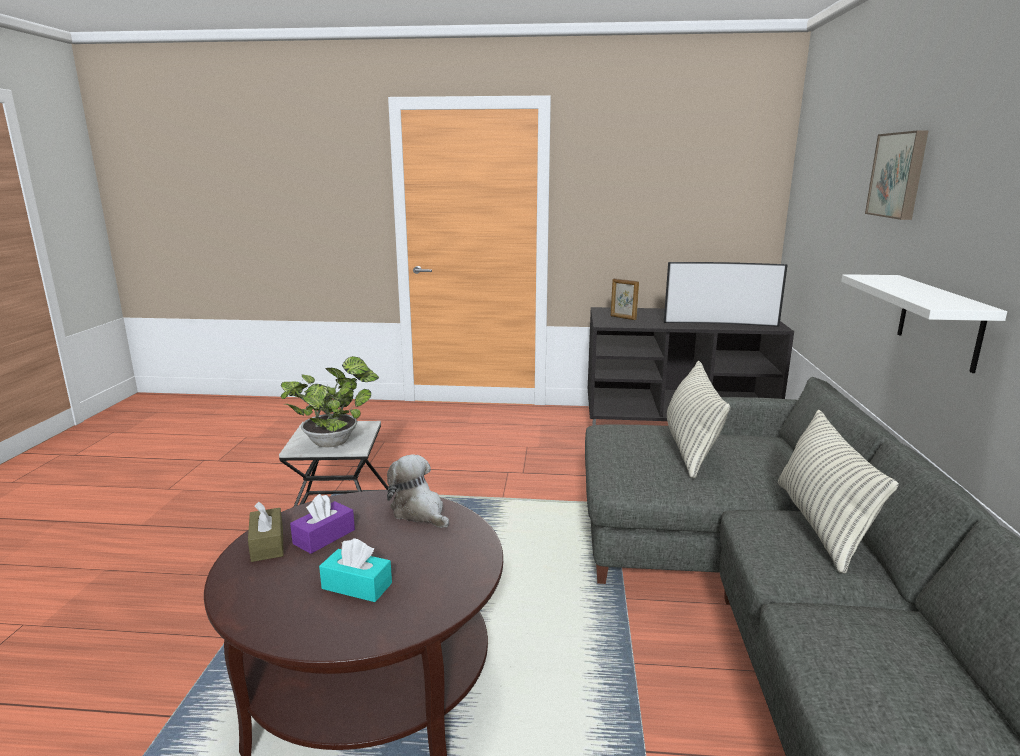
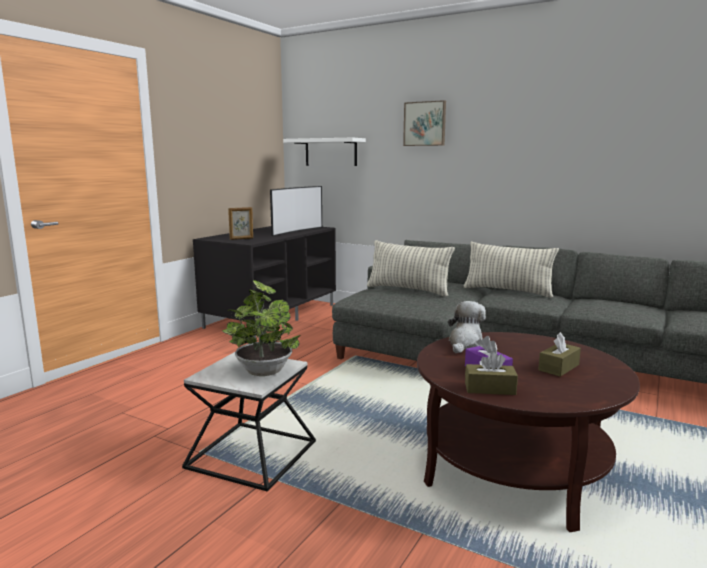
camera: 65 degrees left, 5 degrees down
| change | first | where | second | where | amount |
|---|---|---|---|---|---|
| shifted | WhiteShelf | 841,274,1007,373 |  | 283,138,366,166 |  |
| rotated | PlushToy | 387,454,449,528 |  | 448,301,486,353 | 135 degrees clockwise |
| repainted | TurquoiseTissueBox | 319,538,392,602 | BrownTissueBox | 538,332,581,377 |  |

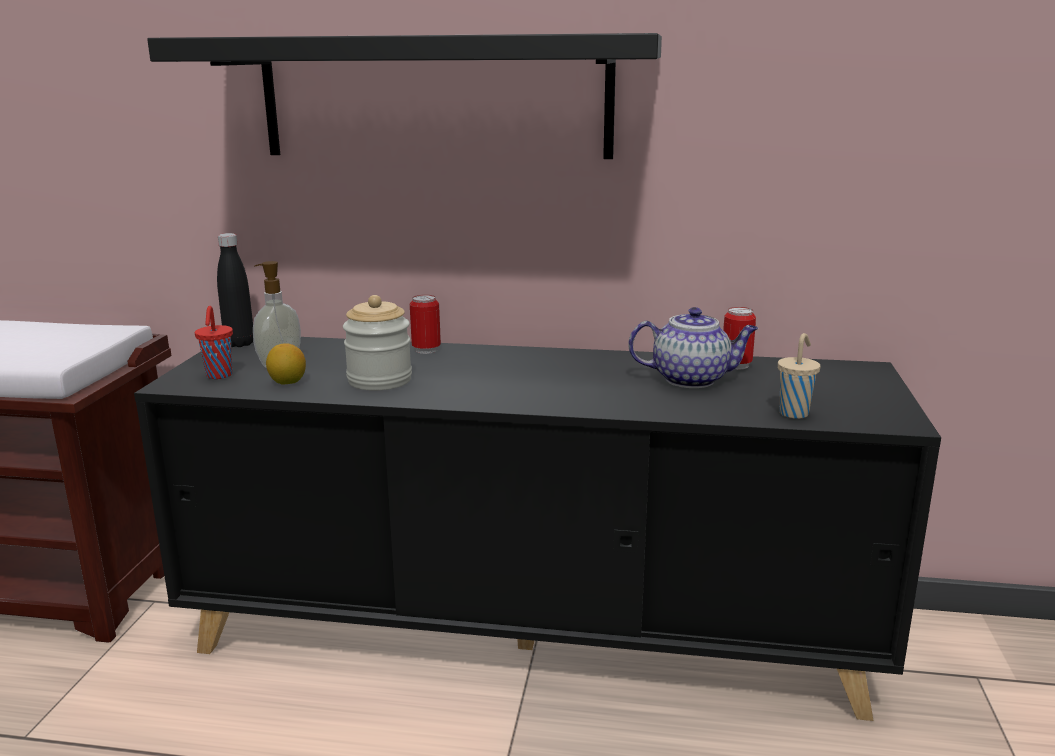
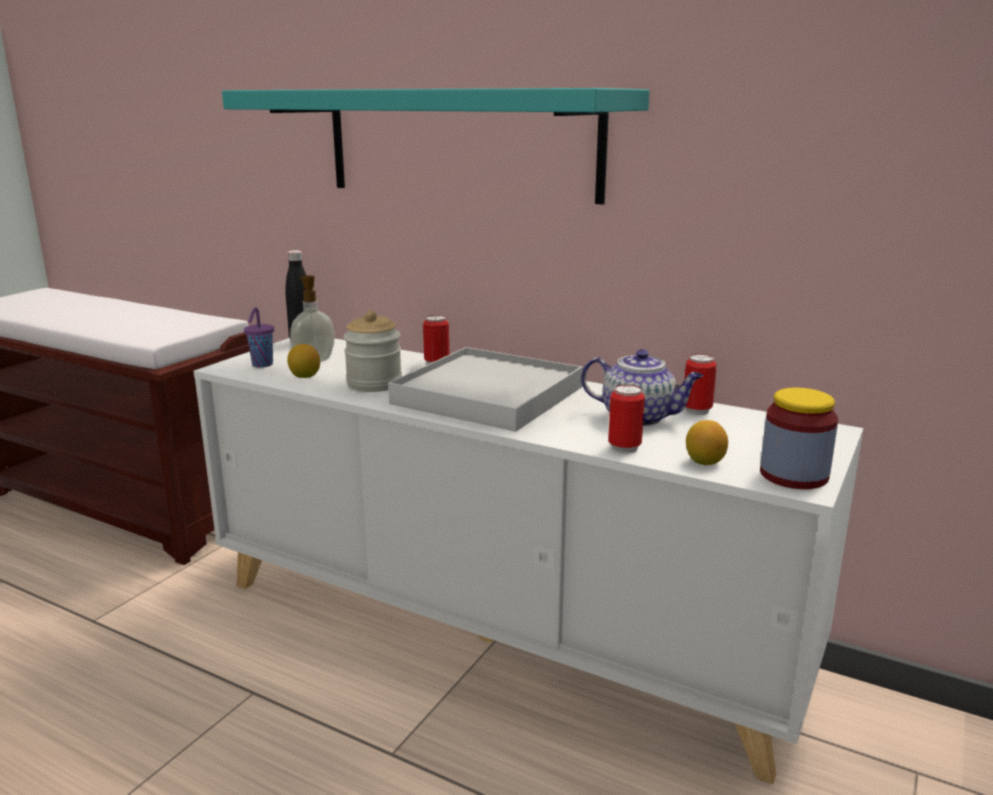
camera: 20 degrees right, 0 degrees up
| change | first | where | second | where | amount |
|---|---|---|---|---|---|
| repainted | BlackShelf | 147,33,662,159 | TurquoiseShelf | 222,88,649,204 |  |
| repainted | RedCup | 195,306,233,379 | PurpleCup | 244,307,274,368 |  |
| swapped | BeigeCup | 778,333,820,419 | Lemon | 686,420,728,465 |  |
| repainted | BlackCabinet | 134,337,941,721 | WhiteCabinet | 193,338,863,785 |  |
| new |  |  | WhiteTray | 388,347,583,432 |  |
| new |  |  | Can | 608,385,645,453 |  |
| new |  |  | Jar | 760,388,838,489 |  |

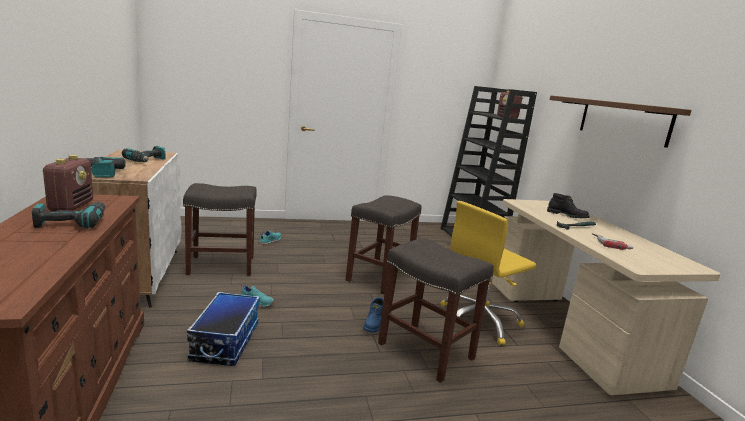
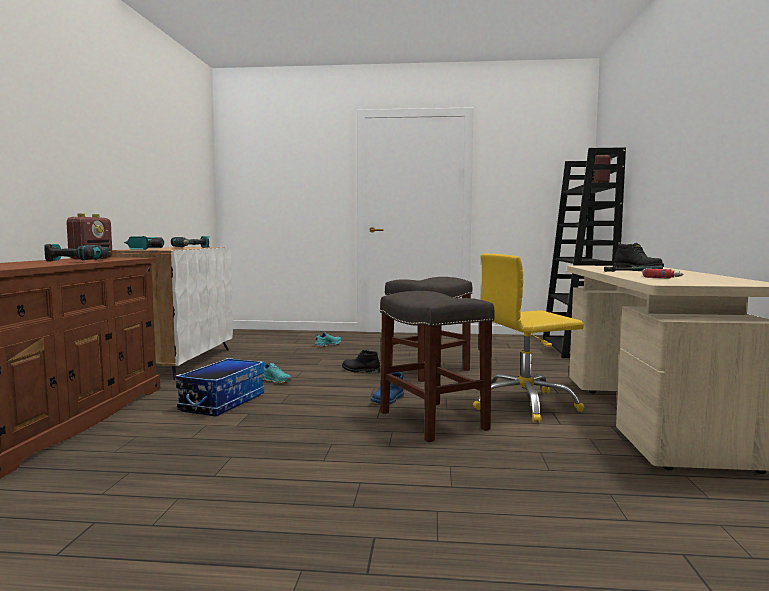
camera: 20 degrees right, 10 degrees down
| change | first | where | second | where | amount |
|---|---|---|---|---|---|
| gone | BrownShelf | 550,96,692,148 |  |  |  |
| gone | GreyStool | 183,183,257,276 |  |  |  |
| new |  |  | BlackBoot | 342,350,380,373 |  |

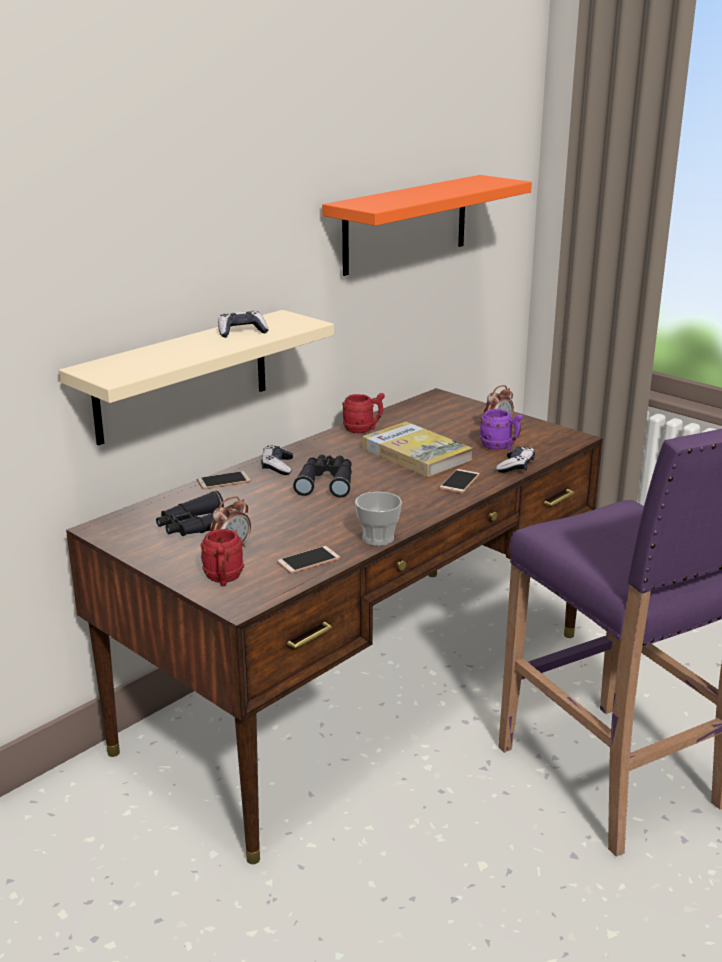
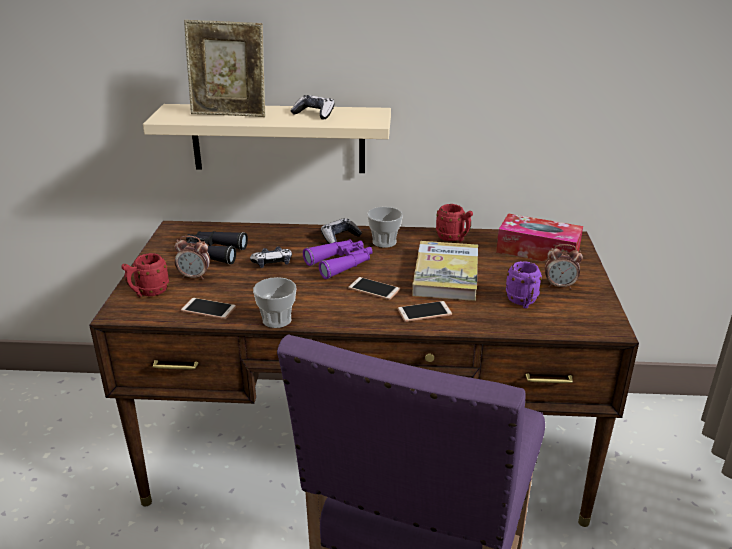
camera: 50 degrees right, 5 degrees up
| change | first | where | second | where | amount |
|---|---|---|---|---|---|
| gone | OrangeShelf | 322,175,532,276 |  |  |  |
| shifted | GameController | 496,446,535,473 |  | 250,247,292,268 |  |
| repainted | BlackBinoculars | 293,455,352,498 | PurpleBinoculars | 303,239,373,279 |  |
| shifted | Phone | 197,471,251,489 |  | 348,277,400,300 |  |
| new |  |  | PictureFrame | 184,20,265,117 |  |
| new |  |  | Cup | 367,207,403,248 |  |
| new |  |  | TissueBox | 496,214,583,262 |  |

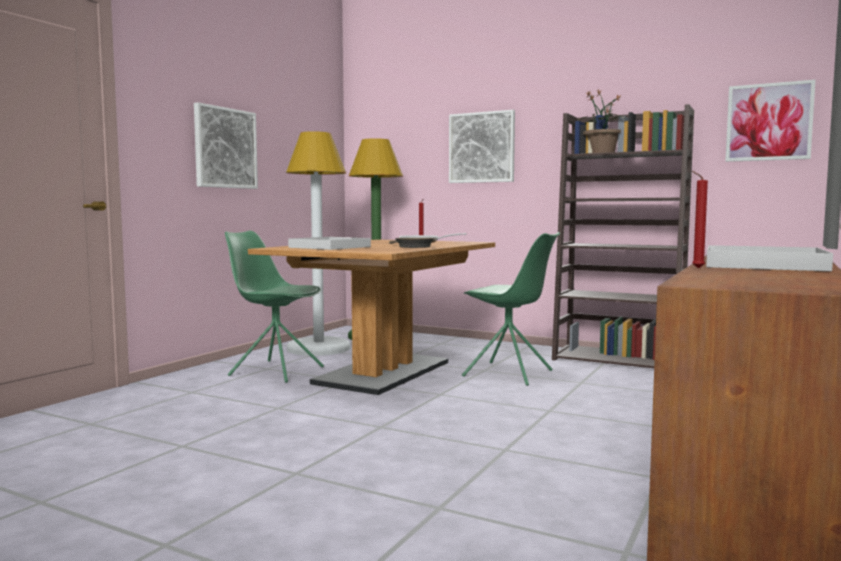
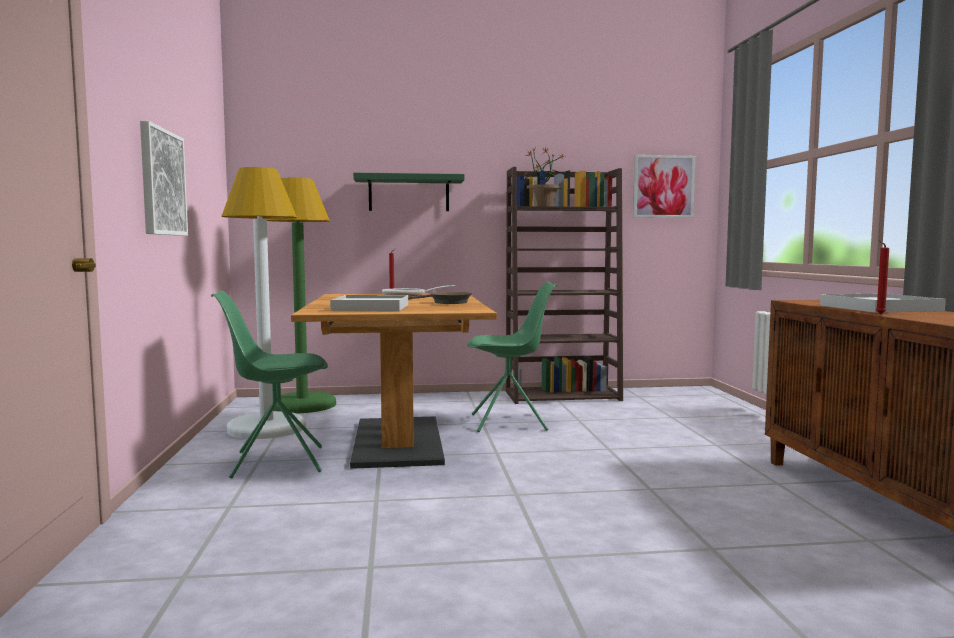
camera: 35 degrees left, 0 degrees up
| change | first | where | second | where | amount |
|---|---|---|---|---|---|
| swapped | Picture | 449,110,515,183 | GreenShelf | 353,173,464,211 |  |

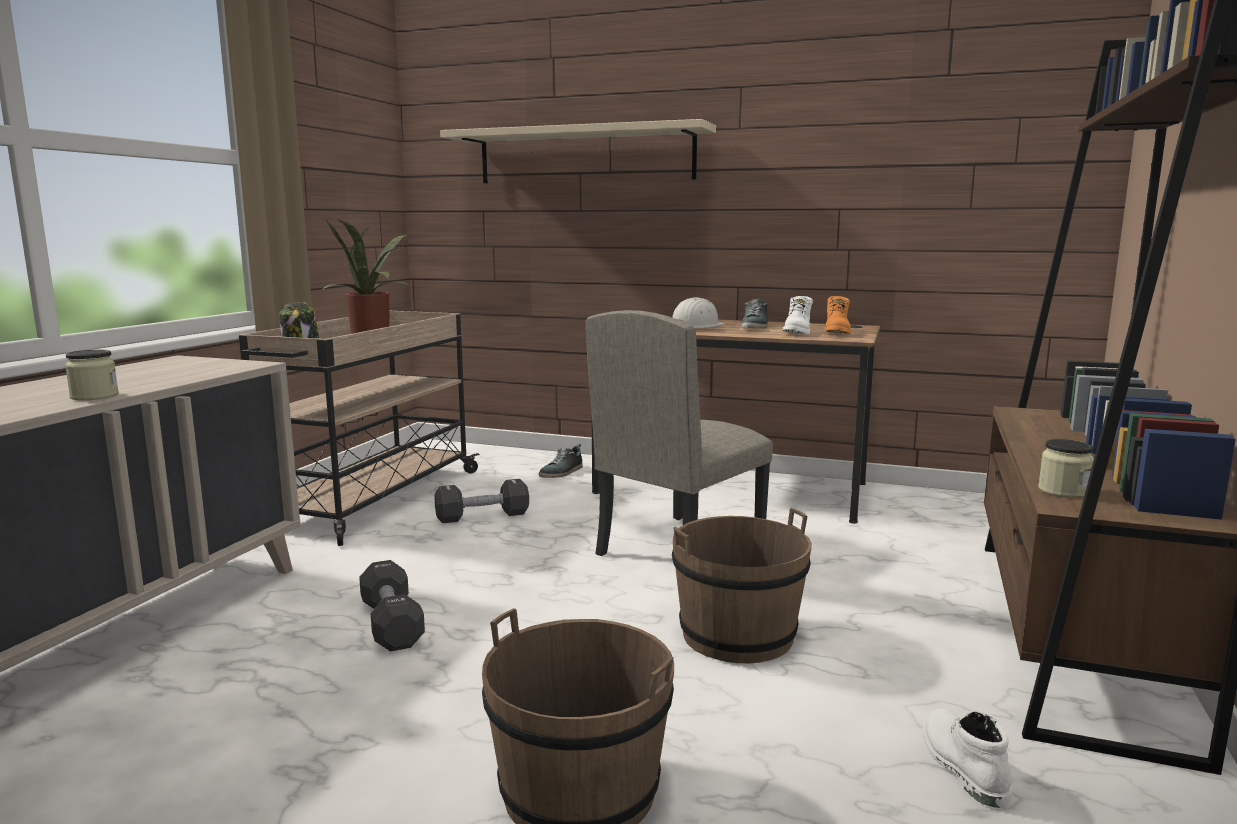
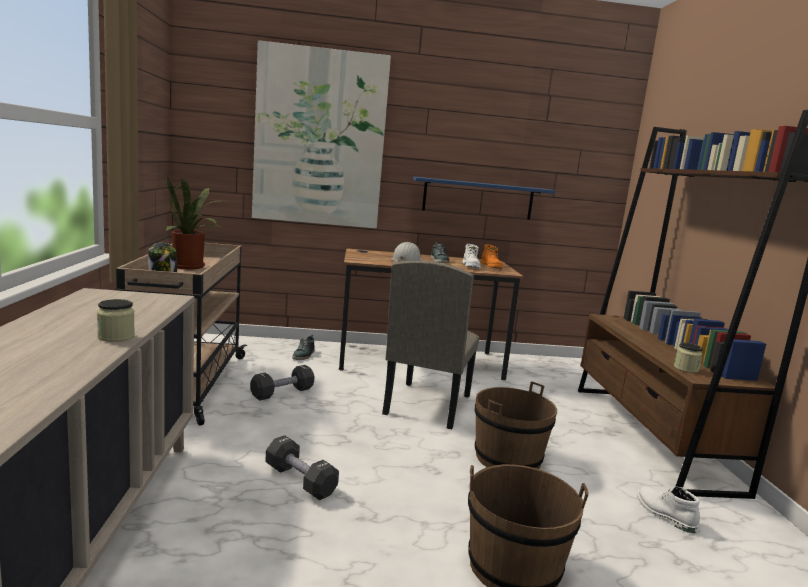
camera: 25 degrees left, 0 degrees up
| change | first | where | second | where | amount |
|---|---|---|---|---|---|
| swapped | BeigeShelf | 440,119,716,183 | Picture | 252,40,391,228 |  |
| new |  |  | BlueShelf | 413,177,555,220 |  |

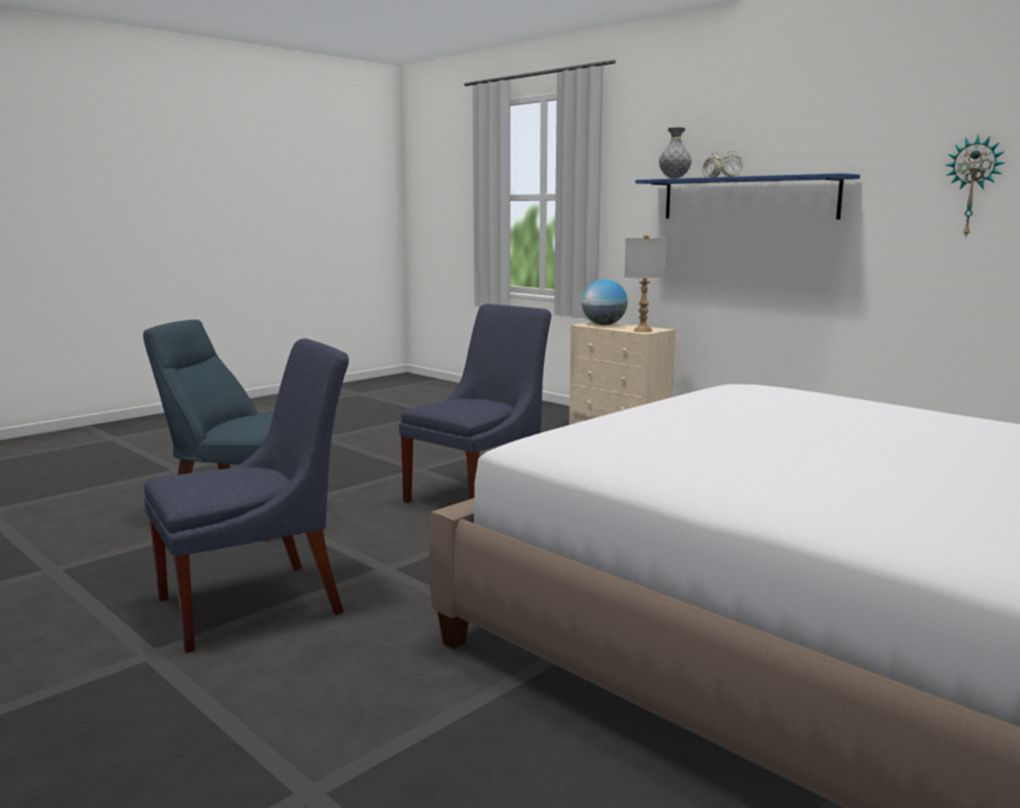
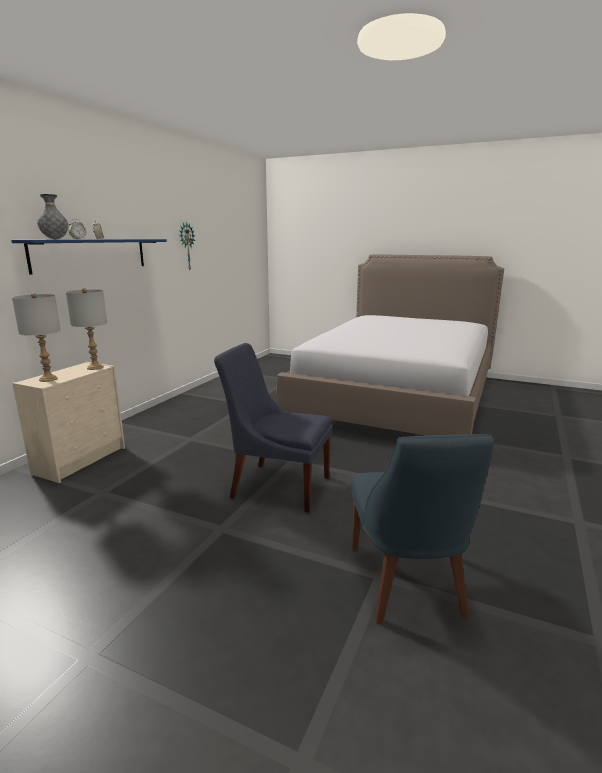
camera: 110 degrees left, 5 degrees up
| change | first | where | second | where | amount |
|---|---|---|---|---|---|
| swapped | Globe | 582,279,628,325 | GreyTableLamp | 12,293,61,382 |  |
| gone | BlueChair | 144,338,349,653 |  |  |  |

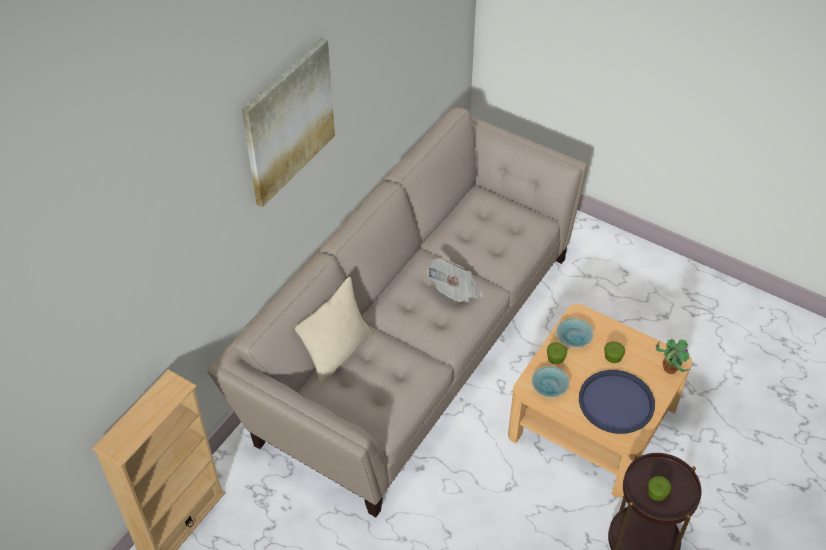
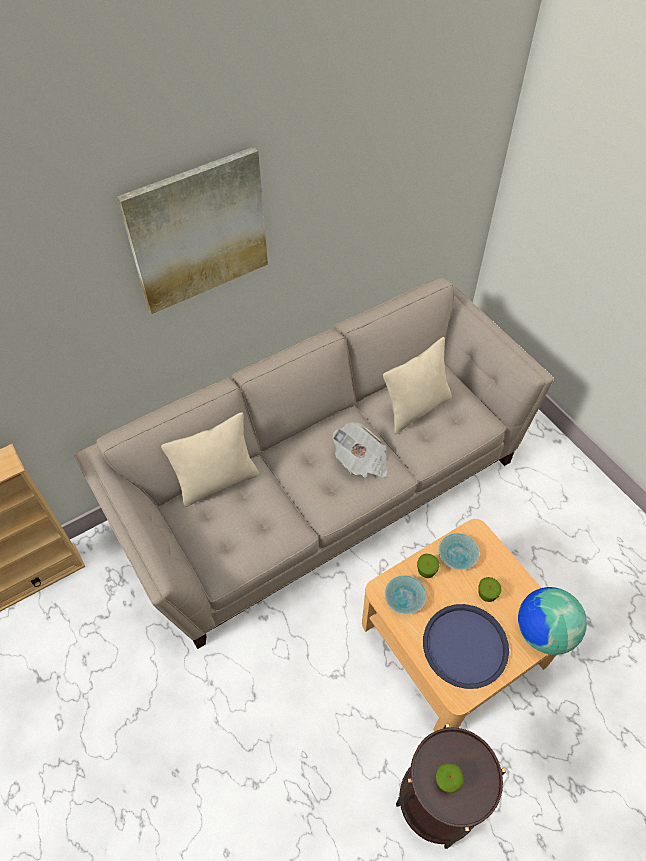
camera: 25 degrees right, 5 degrees up
| change | first | where | second | where | amount |
|---|---|---|---|---|---|
| swapped | PottedPlant | 656,339,690,374 | Globe | 518,587,587,655 |  |
| new |  |  | BeigePillow | 383,337,452,434 |  |

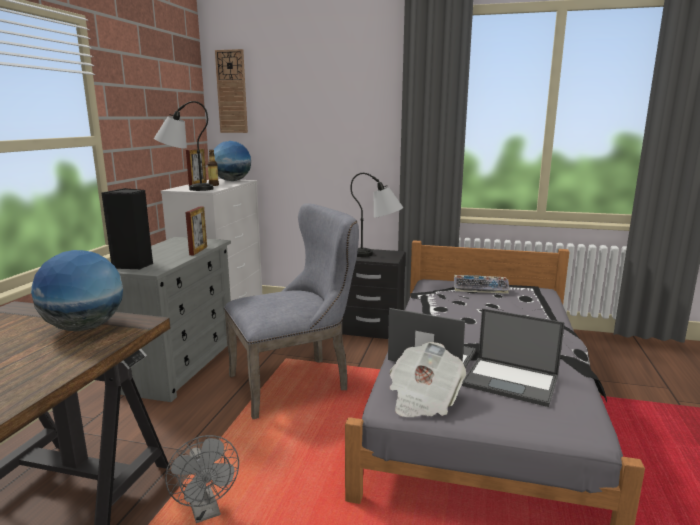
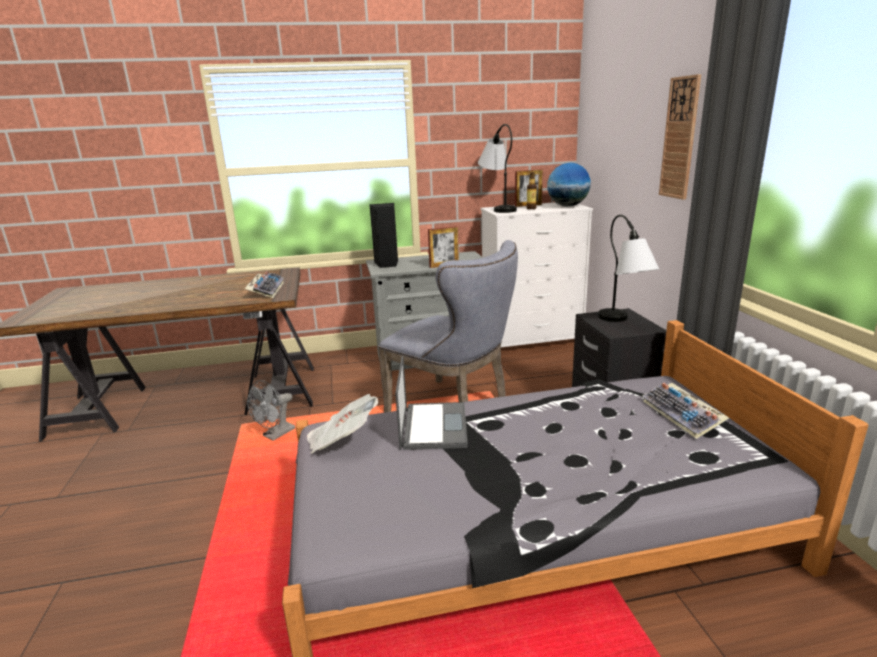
camera: 65 degrees right, 5 degrees up
| change | first | where | second | where | amount |
|---|---|---|---|---|---|
| shifted | WallClock | 215,49,248,133 |  | 659,74,701,200 |  |
| swapped | Globe | 31,250,123,331 | Keyboard | 244,271,284,298 |  |
| gone | Laptop | 462,308,564,407 |  |  |  |

